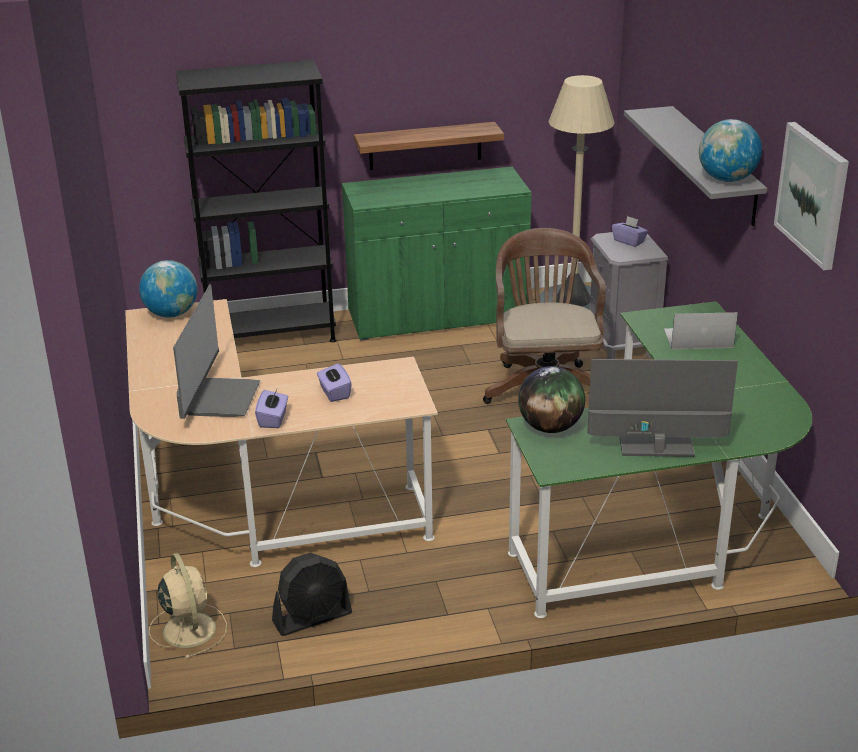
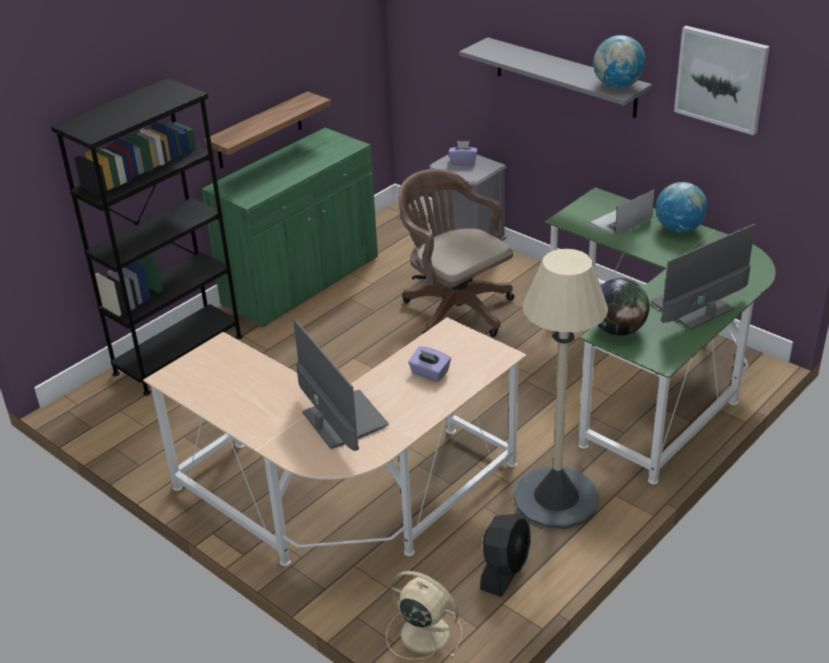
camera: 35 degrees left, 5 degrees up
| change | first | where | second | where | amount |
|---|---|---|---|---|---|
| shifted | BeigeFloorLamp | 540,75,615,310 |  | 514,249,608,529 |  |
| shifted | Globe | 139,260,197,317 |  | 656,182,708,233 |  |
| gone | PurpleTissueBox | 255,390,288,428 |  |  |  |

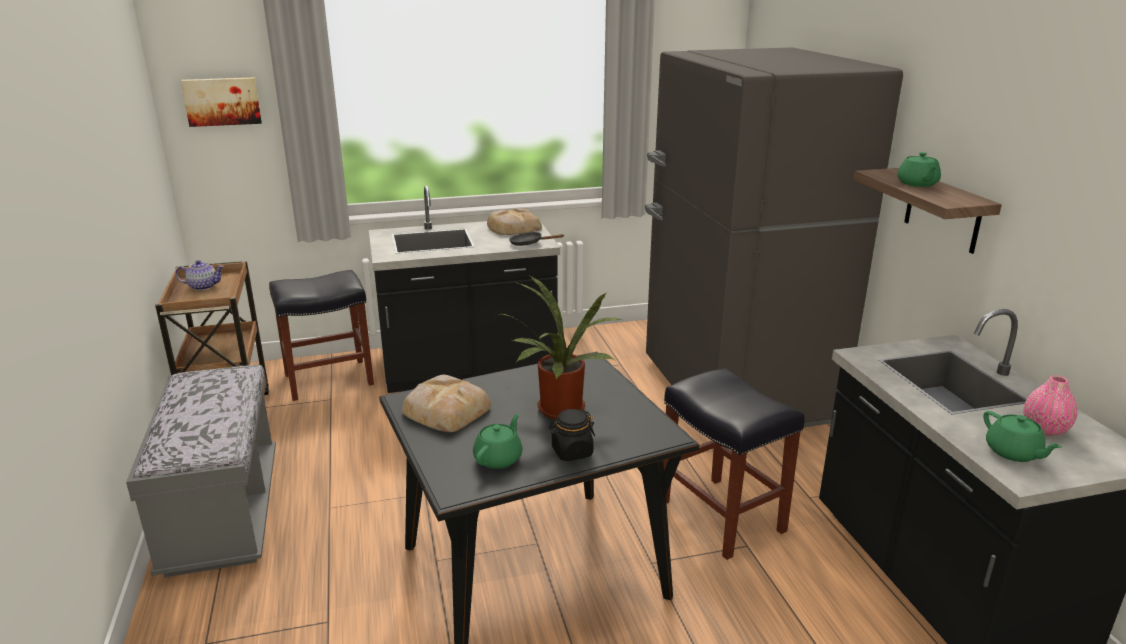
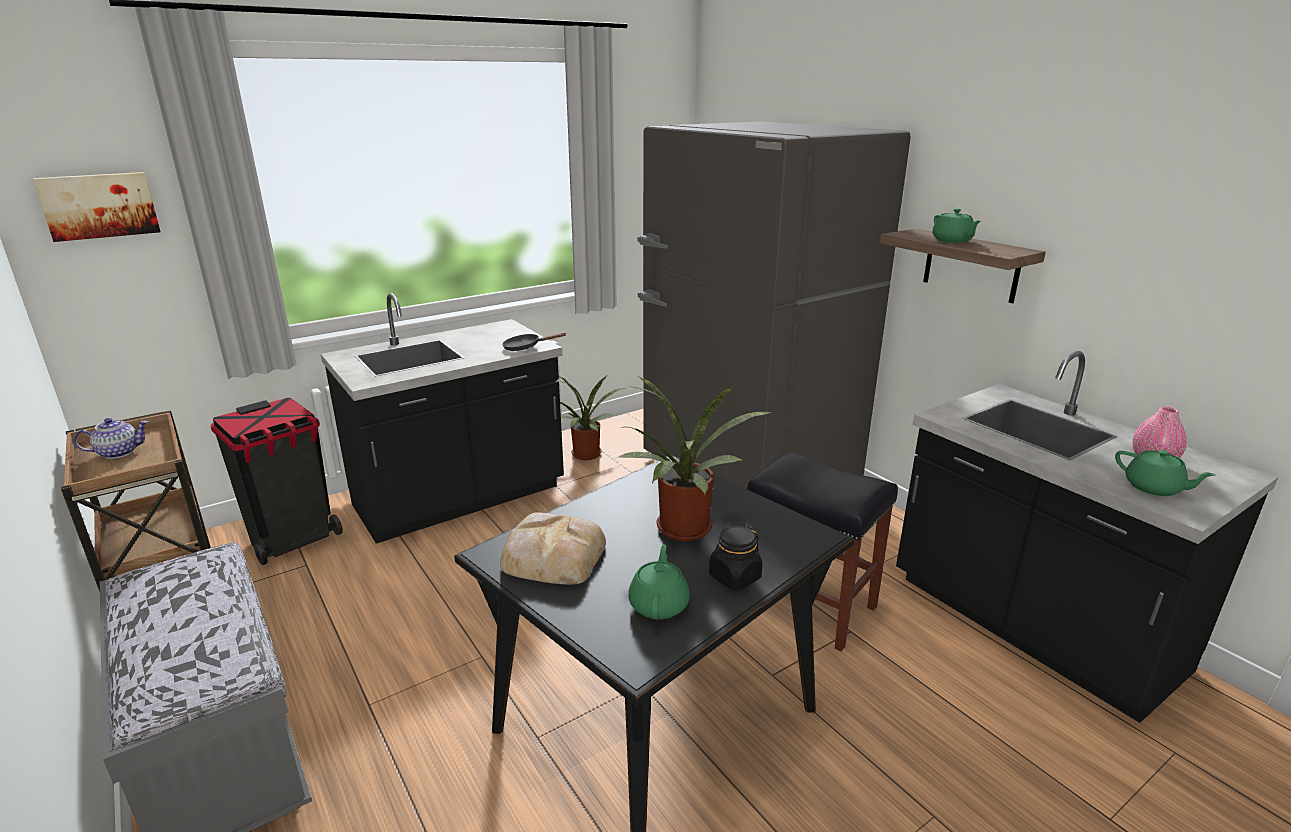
camera: 20 degrees left, 0 degrees up
| change | first | where | second | where | amount |
|---|---|---|---|---|---|
| gone | Bread | 487,208,542,235 |  |  |  |
| swapped | BlackStool | 269,270,374,401 | BlackTrashCan | 211,398,343,565 |  |
| new |  |  | PottedPlant | 559,376,626,460 |  |

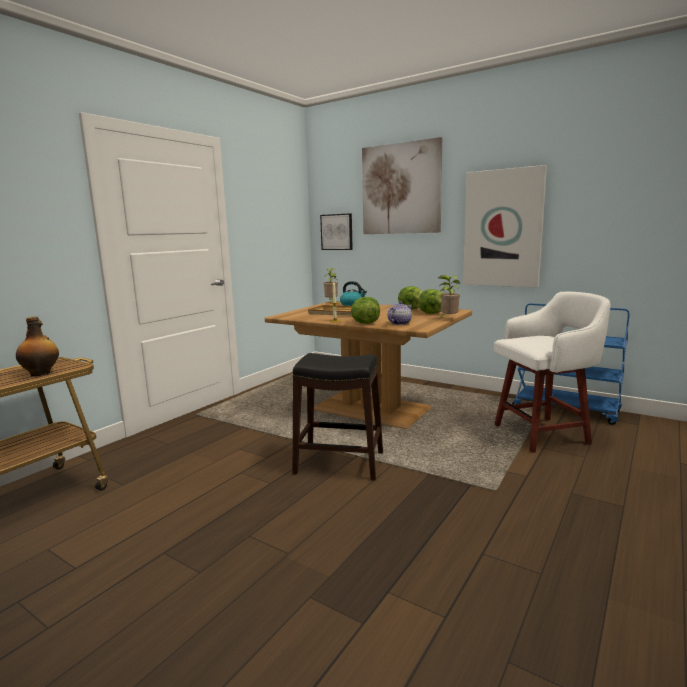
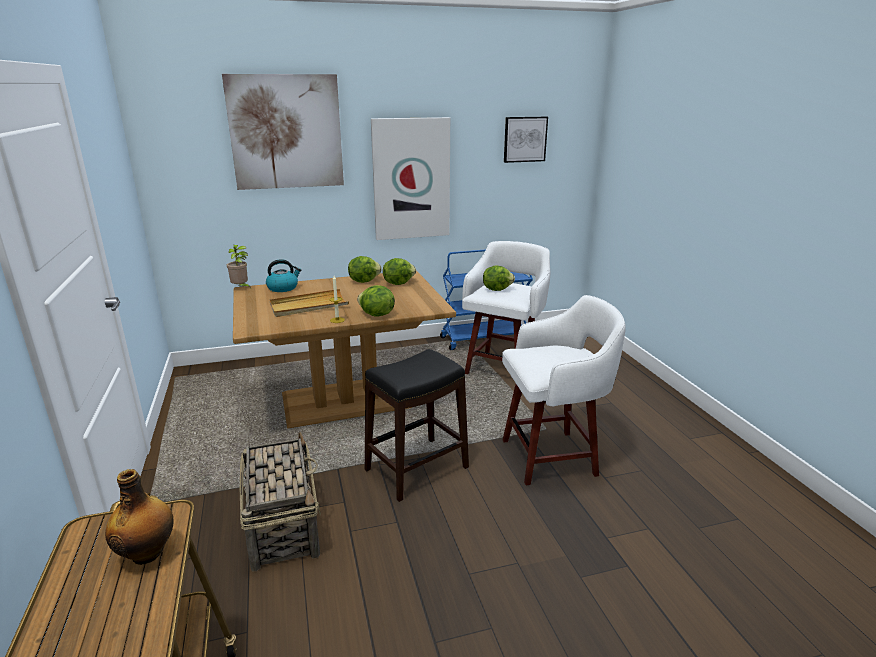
camera: 50 degrees left, 10 degrees up
| change | first | where | second | where | amount |
|---|---|---|---|---|---|
| shifted | Picture | 320,213,353,250 |  | 504,117,548,163 |  |
| gone | PottedPlant | 438,275,460,319 |  |  |  |
| gone | Teapot | 387,301,412,325 |  |  |  |
| new |  |  | Lettuce | 483,265,515,291 |  |
| new |  |  | WhiteStool | 502,295,626,485 |  |
| new |  |  | Basket | 240,432,321,572 |  |

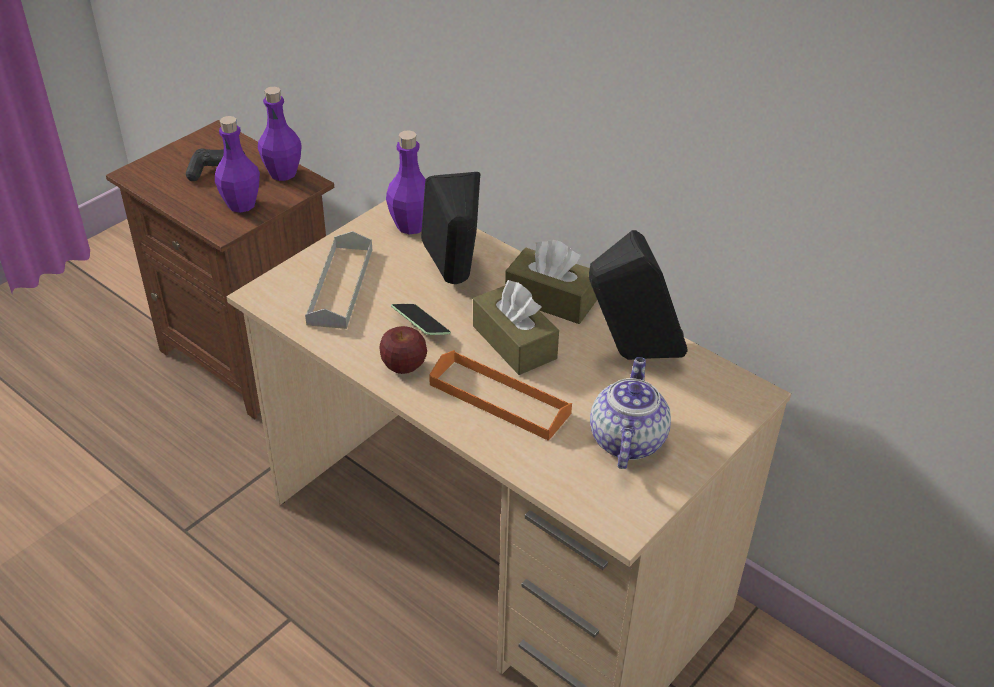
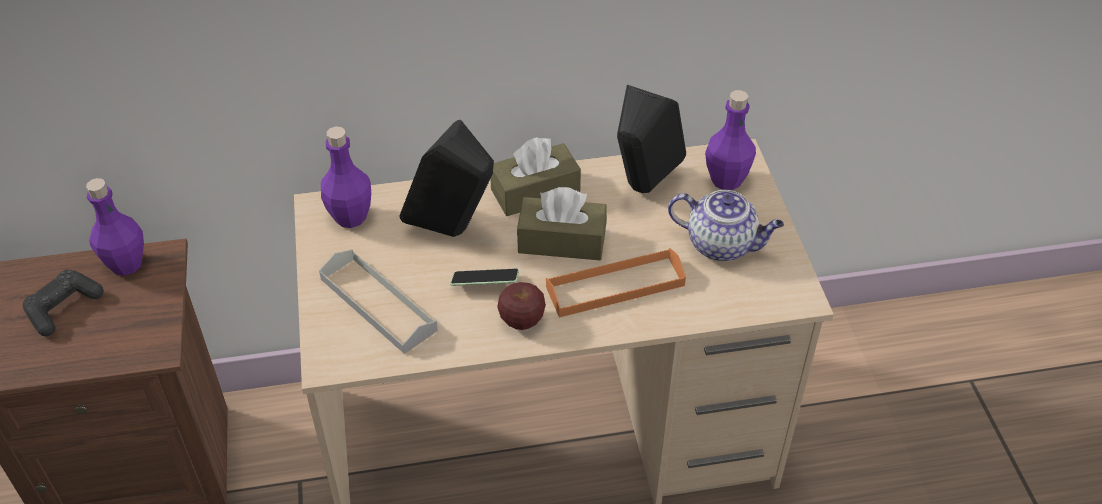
camera: 50 degrees left, 5 degrees up
| change | first | where | second | where | amount |
|---|---|---|---|---|---|
| shifted | PurpleBottle | 215,116,260,213 |  | 705,90,756,190 |  |
| rotated | Teapot | 590,357,671,469 |  | 668,190,784,261 | 150 degrees clockwise |

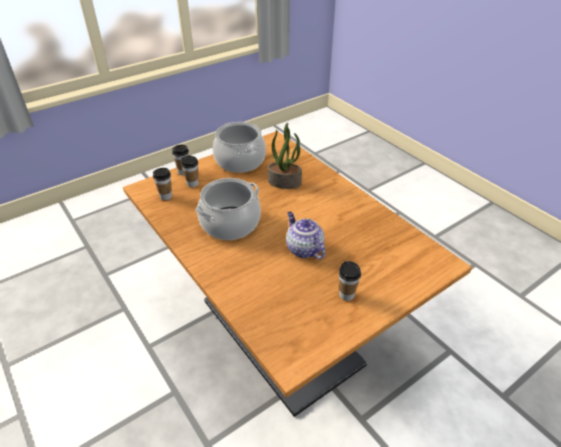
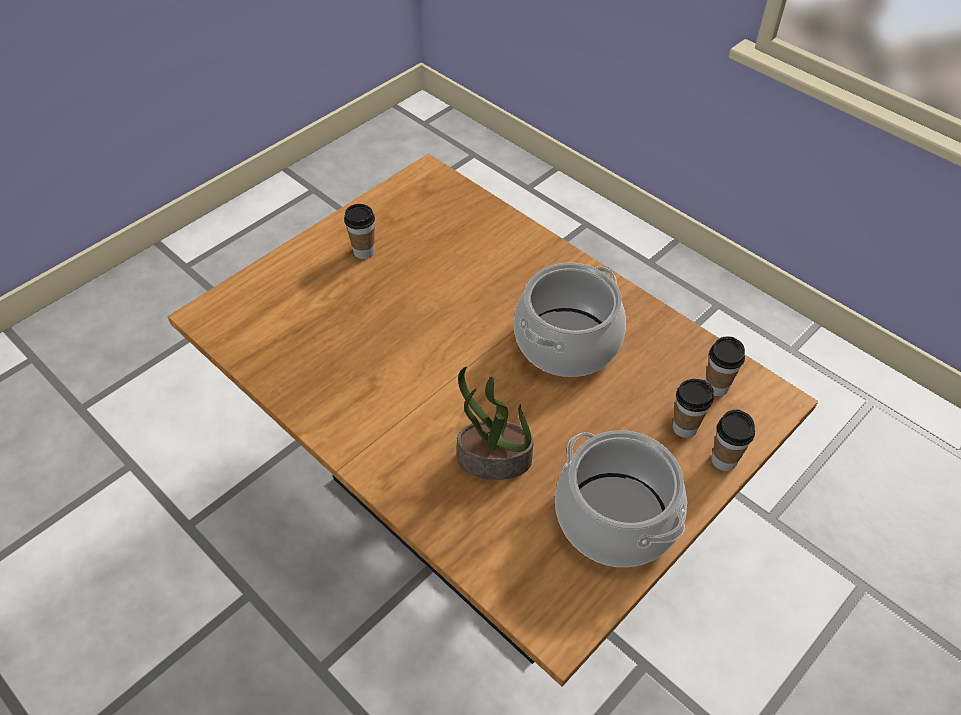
camera: 170 degrees right, 10 degrees up
| change | first | where | second | where | amount |
|---|---|---|---|---|---|
| gone | Teapot | 286,212,326,259 |  |  |  |

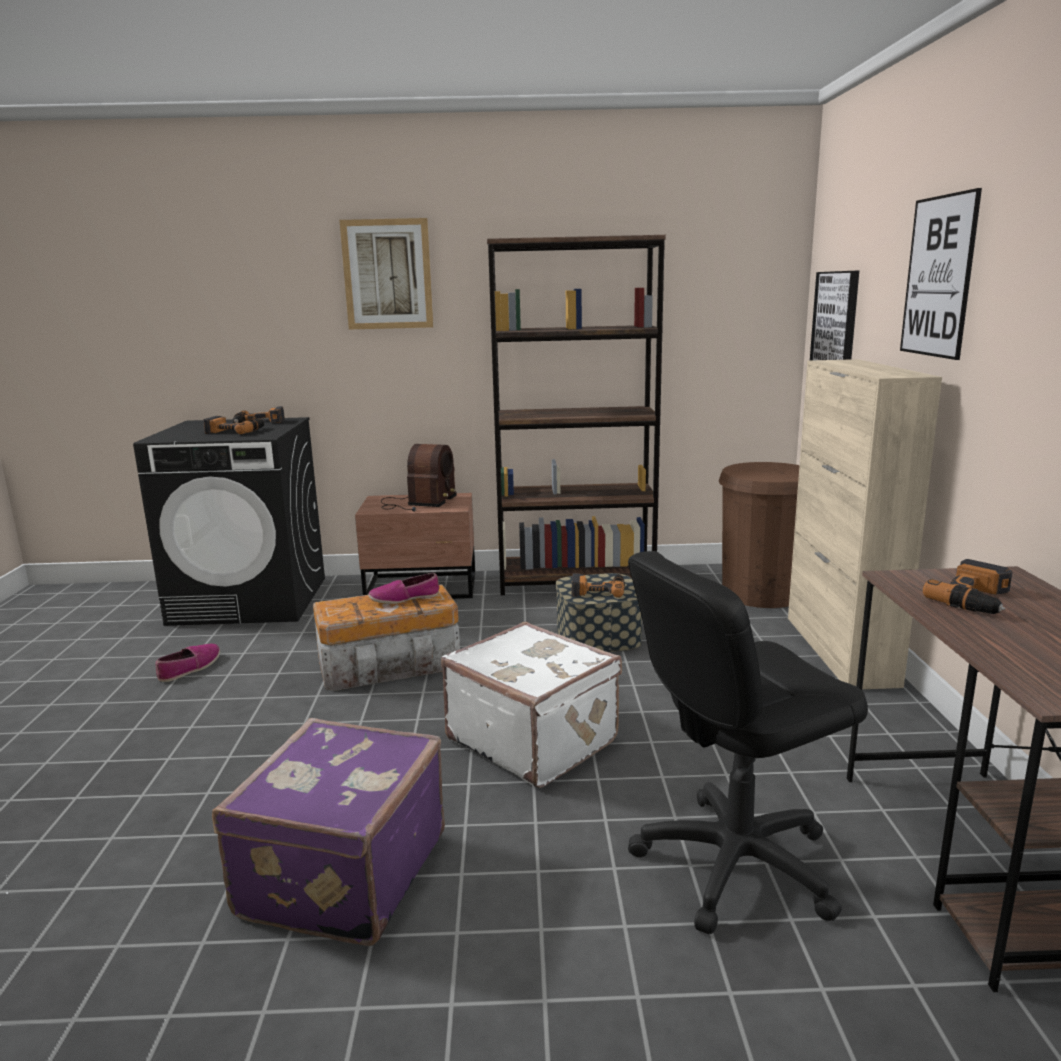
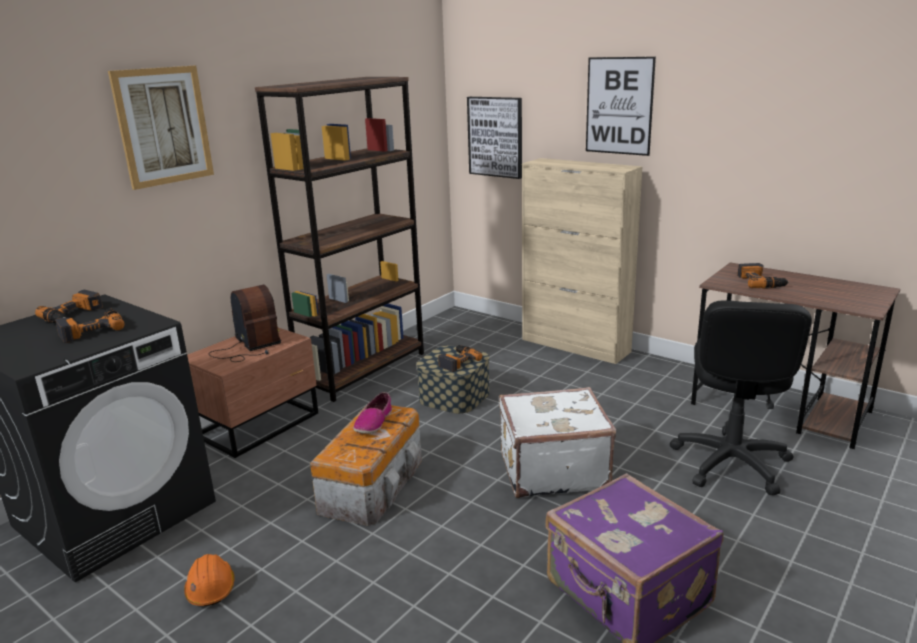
camera: 50 degrees left, 5 degrees up
| change | first | where | second | where | amount |
|---|---|---|---|---|---|
| gone | BrownTrashCan | 719,462,800,608 |  |  |  |
| swapped | Shoe | 156,644,220,682 | OrangeHardHat | 184,554,234,606 |  |

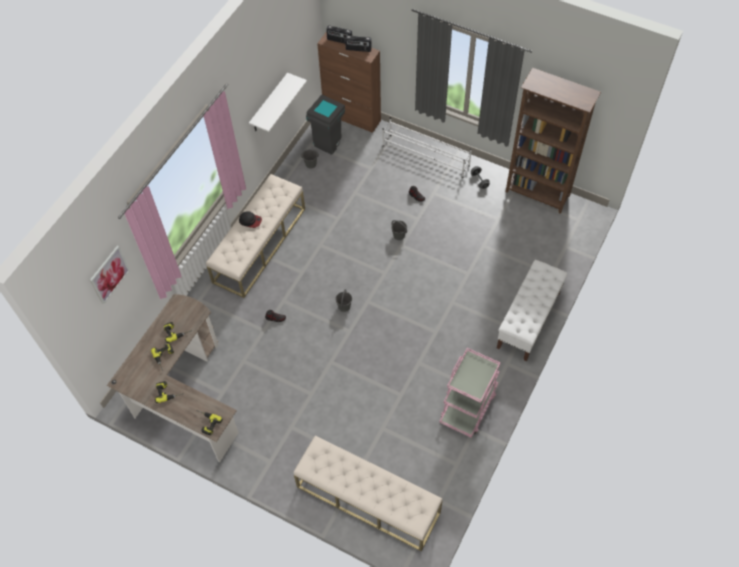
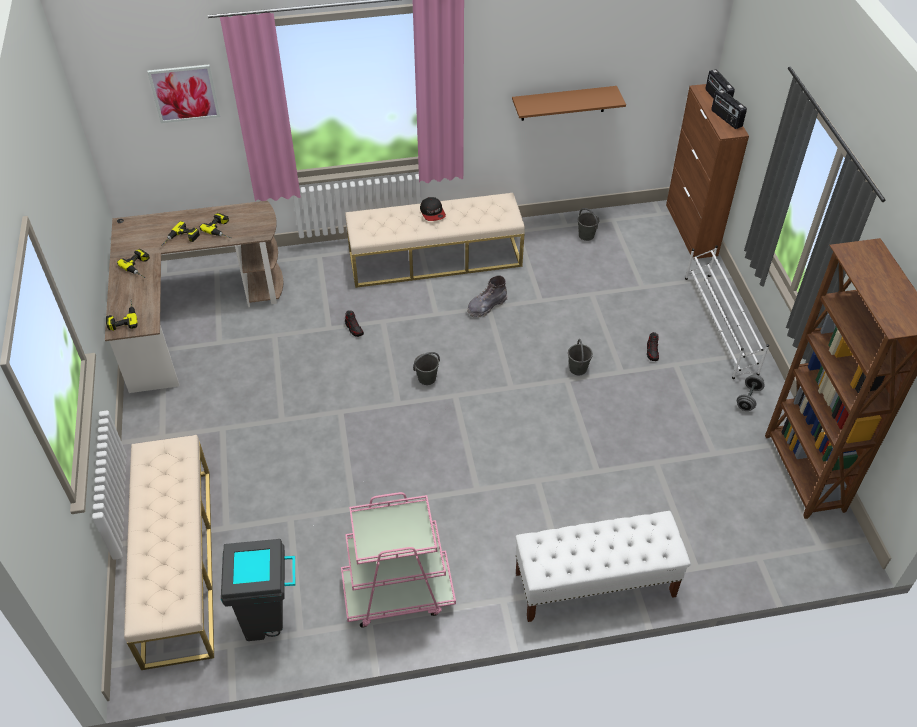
camera: 50 degrees right, 10 degrees down
| change | first | where | second | where | amount |
|---|---|---|---|---|---|
| repainted | WhiteShelf | 249,73,307,132 | BrownShelf | 512,86,626,121 |  |
| shifted | GreyTrashCan | 306,95,345,155 |  | 221,539,295,641 |  |
| new |  |  | GreyBoot | 467,275,507,318 |  |

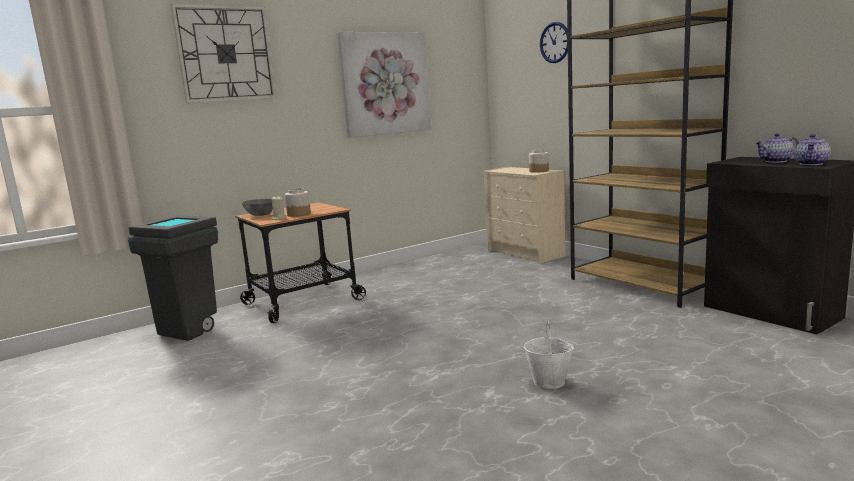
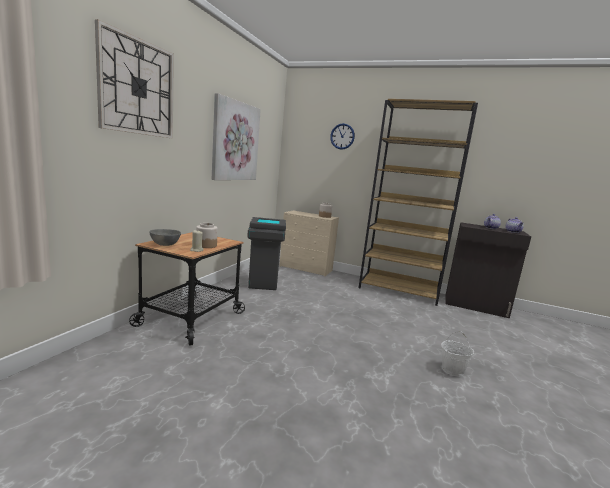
camera: 35 degrees left, 0 degrees up
| change | first | where | second | where | amount |
|---|---|---|---|---|---|
| shifted | GreyTrashCan | 128,216,219,341 |  | 247,217,286,290 |  |

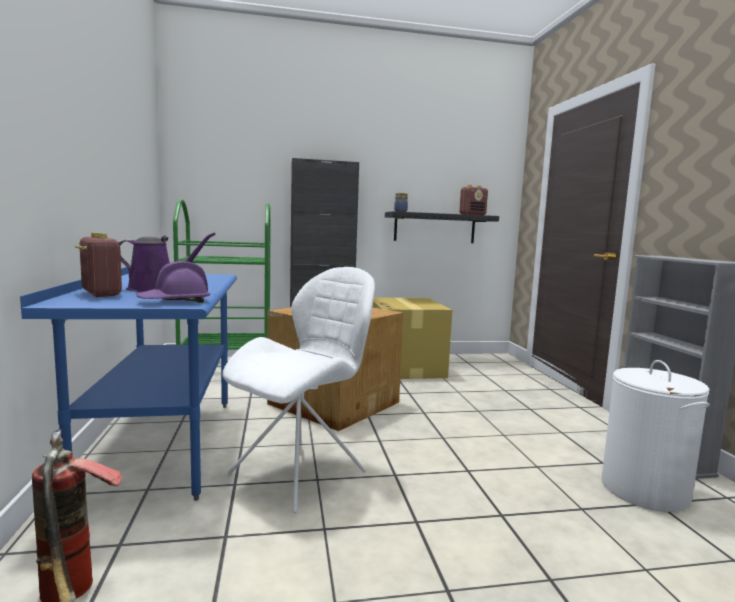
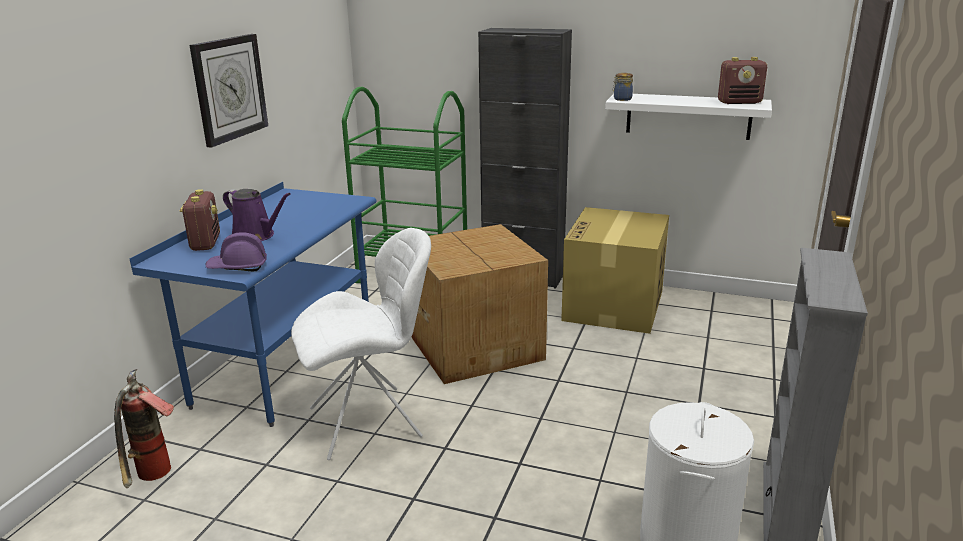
camera: 30 degrees right, 15 degrees up
| change | first | where | second | where | amount |
|---|---|---|---|---|---|
| repainted | BlackShelf | 385,211,499,243 | WhiteShelf | 605,94,772,140 |  |
| new |  |  | WallClock | 190,34,268,148 |  |

